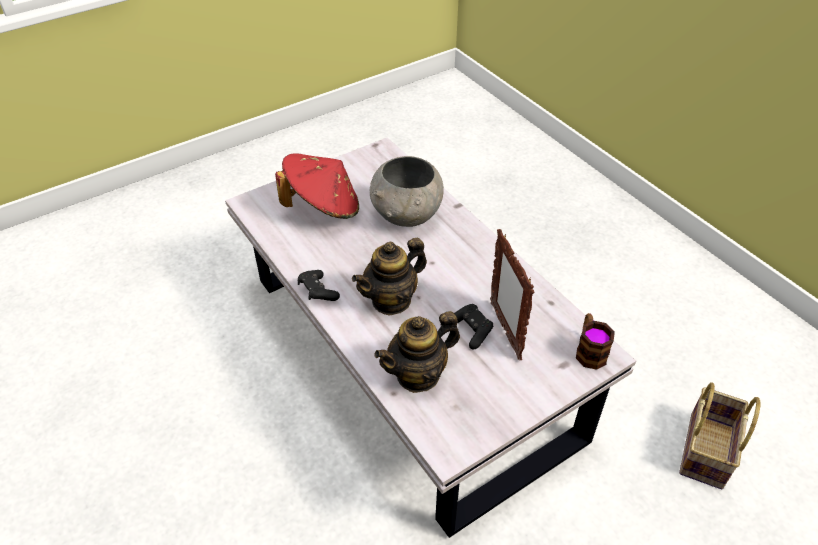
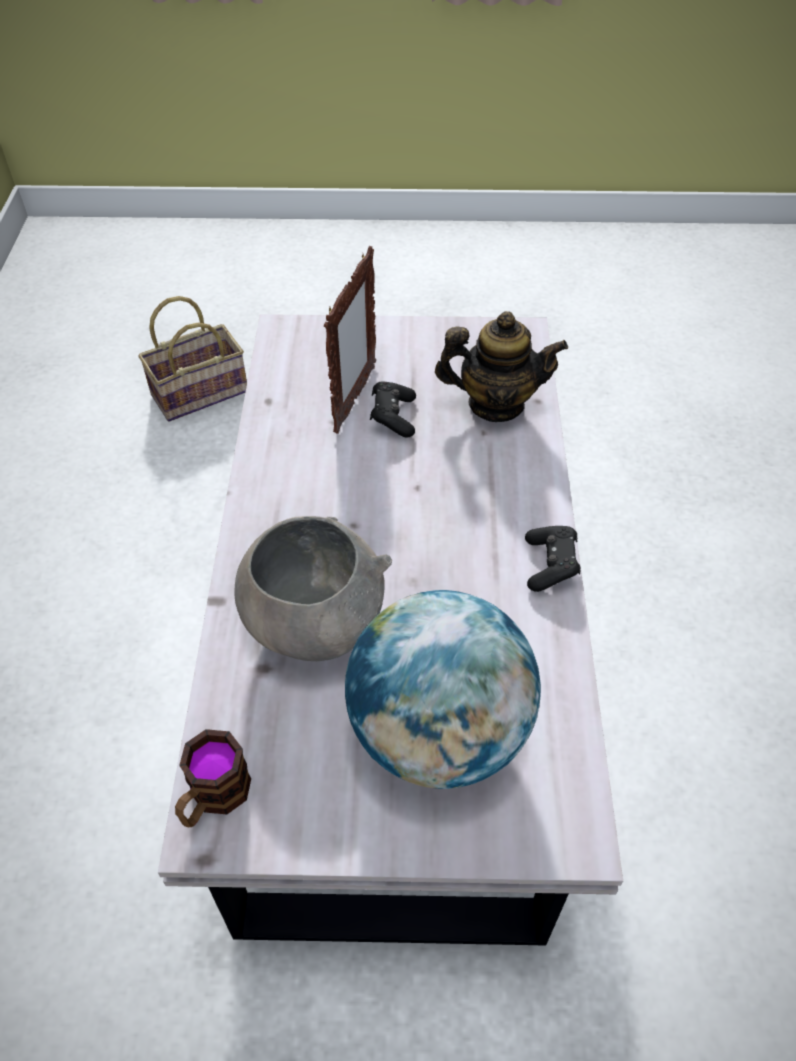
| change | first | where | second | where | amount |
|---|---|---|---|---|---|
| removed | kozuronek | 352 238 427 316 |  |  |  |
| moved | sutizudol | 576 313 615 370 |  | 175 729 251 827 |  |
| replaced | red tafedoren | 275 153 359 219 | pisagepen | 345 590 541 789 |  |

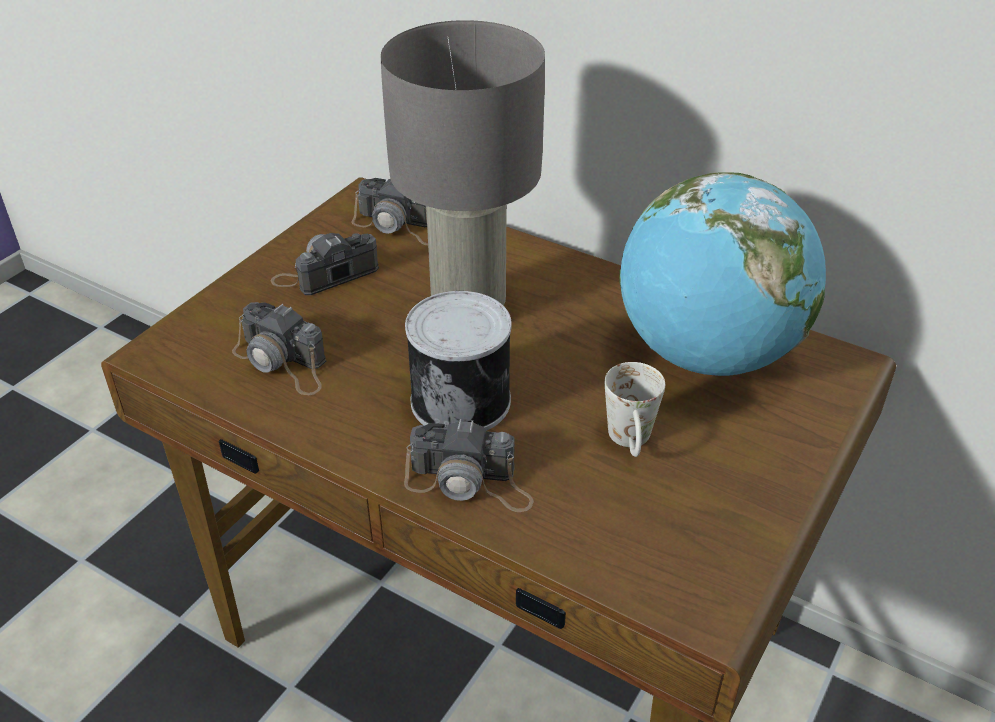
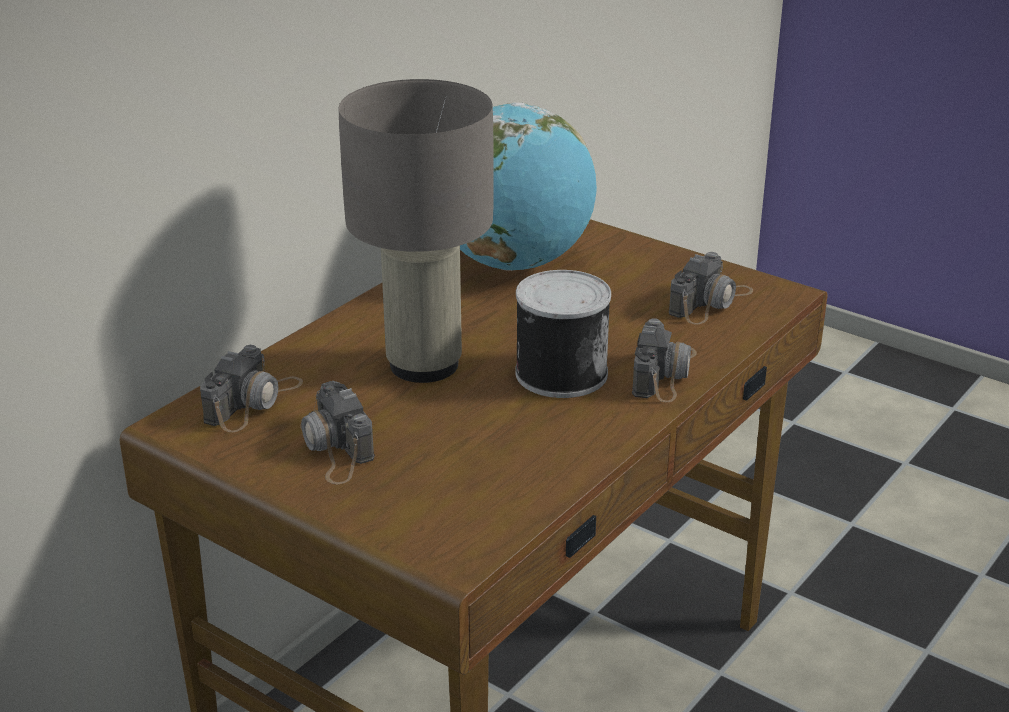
| change | first | where | second | where | amount |
|---|---|---|---|---|---|
| removed | white sutizudol | 605 362 665 457 |  |  |  |
| moved | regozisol | 232 302 326 395 |  | 669 252 753 325 |  |

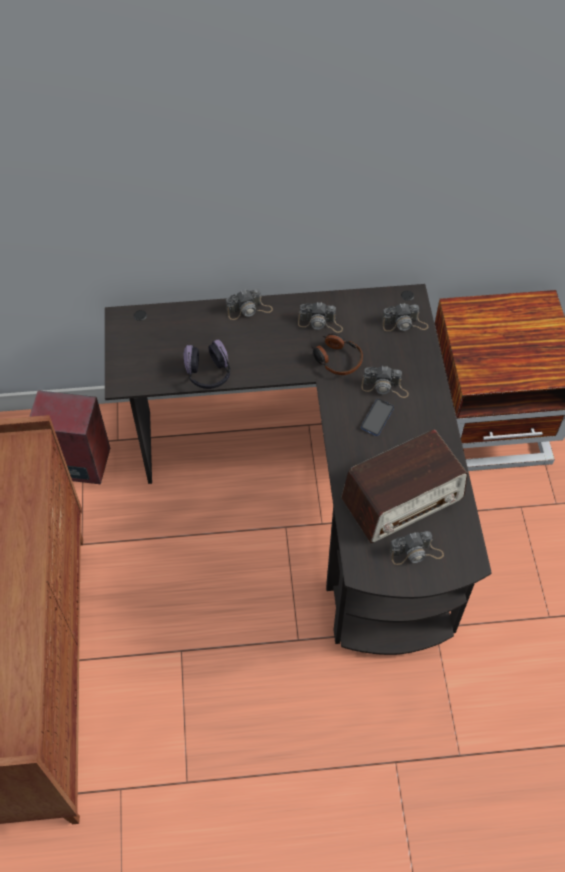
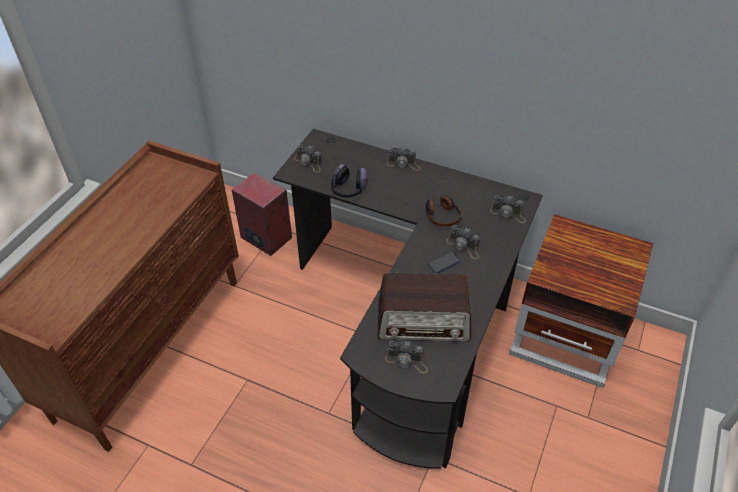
| change | first | where | second | where | amount |
|---|---|---|---|---|---|
| moved | regozisol | 298 302 343 333 |  | 294 144 322 173 |  |

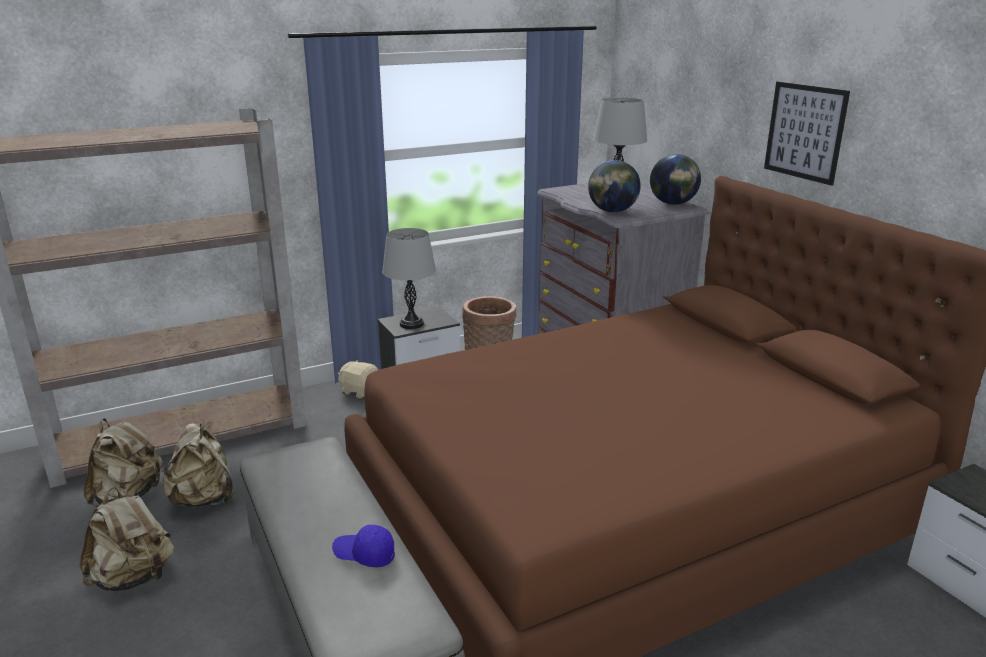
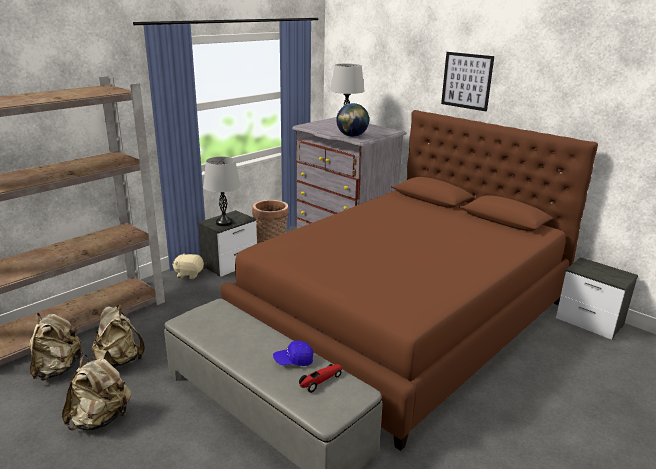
| change | first | where | second | where | amount |
|---|---|---|---|---|---|
| removed | pisagepen | 650 154 701 205 |  |  |  |
| added |  |  | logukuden | 299 364 342 393 |  |

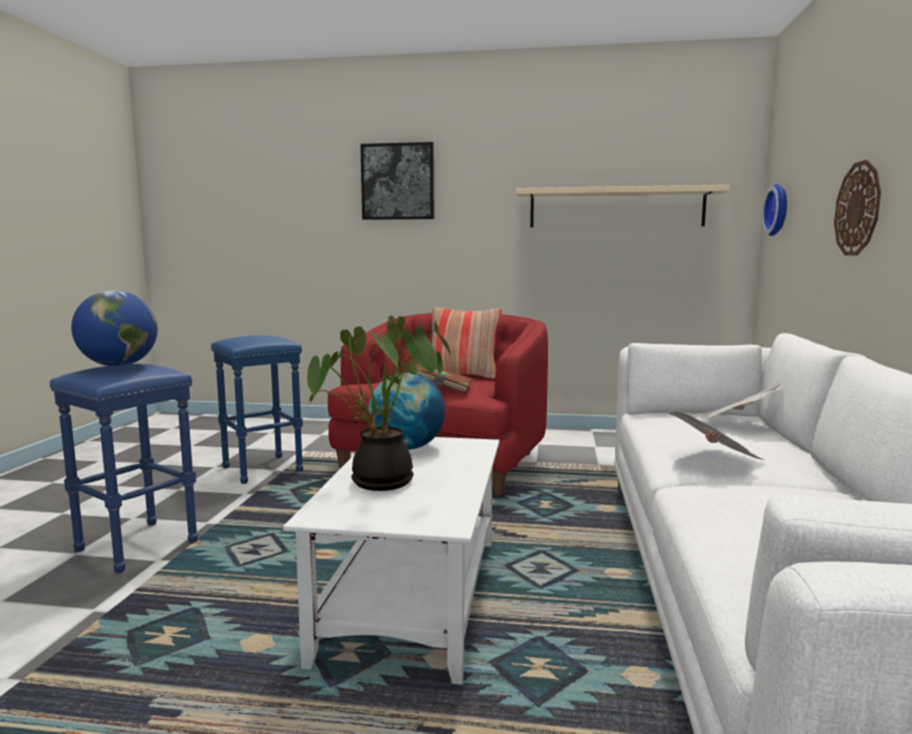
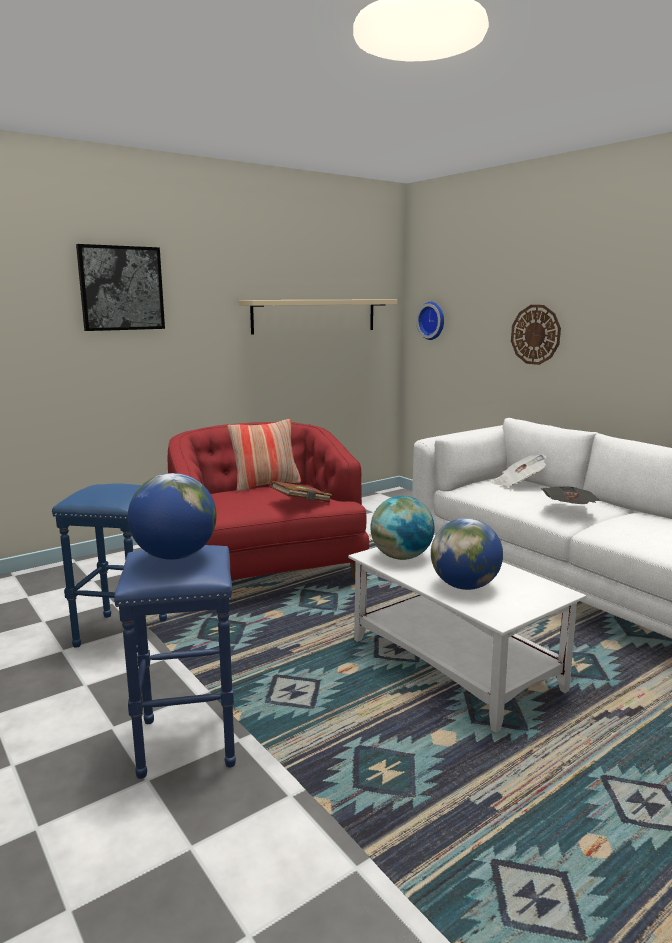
| change | first | where | second | where | amount |
|---|---|---|---|---|---|
| replaced | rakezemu | 307 315 451 491 | pisagepen | 431 518 503 590 |  |

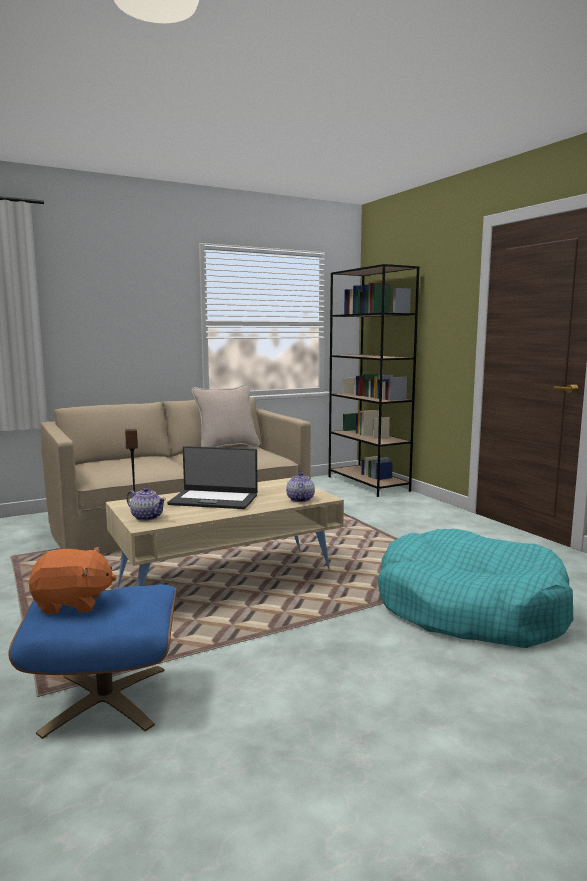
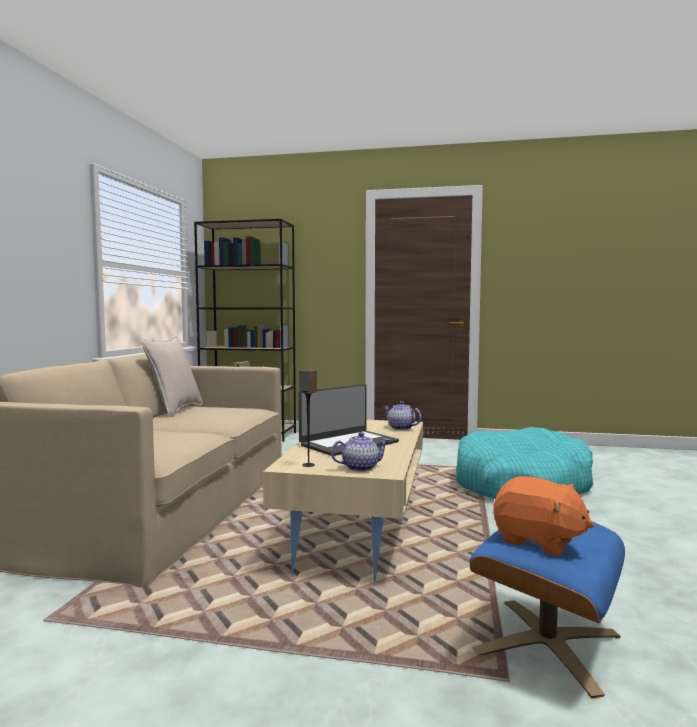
| change | first | where | second | where | amount |
|---|---|---|---|---|---|
| turned | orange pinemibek | 29 547 117 614 |  | 493 476 594 556 | 90 degrees clockwise |

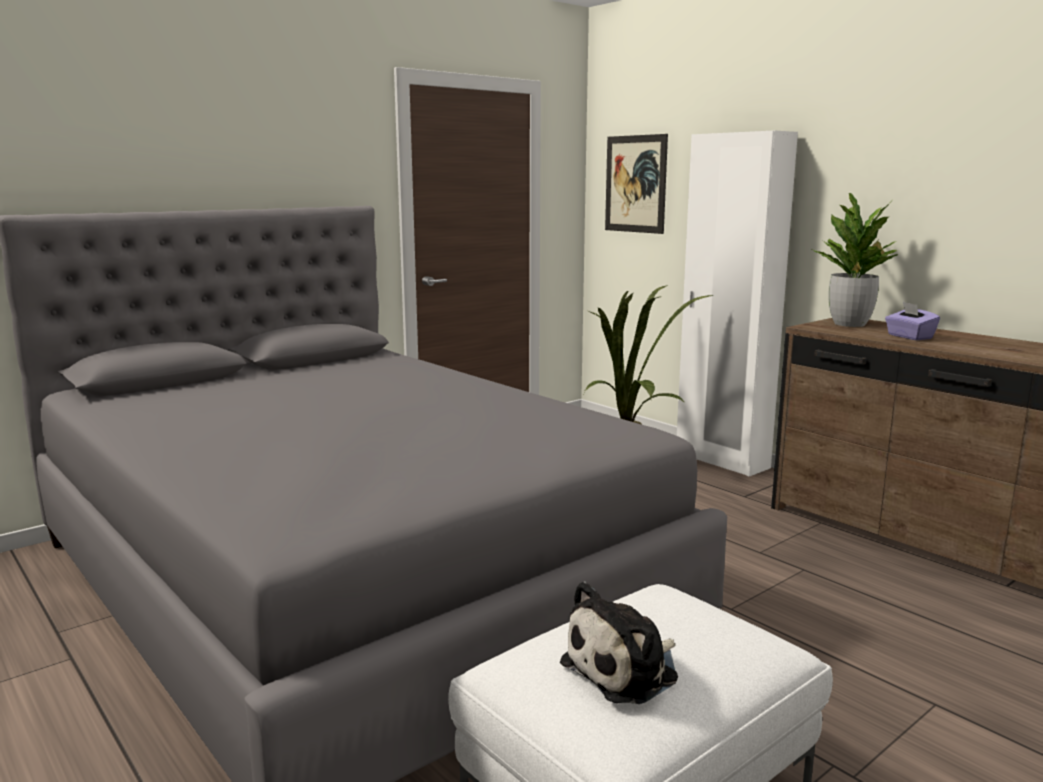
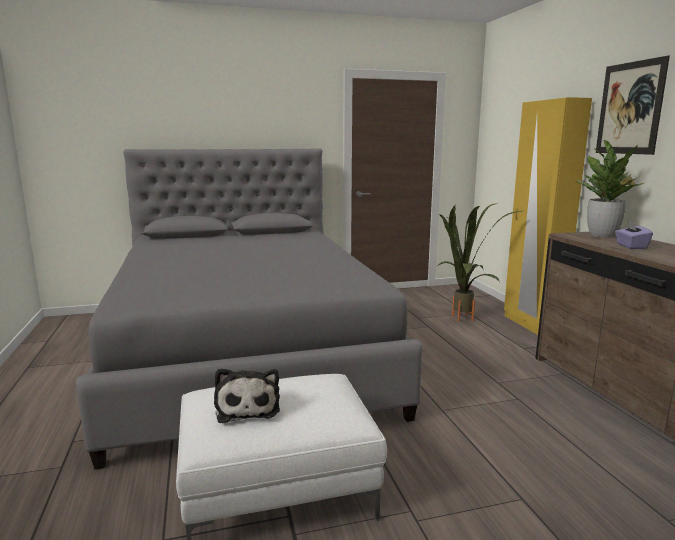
| change | first | where | second | where | amount |
|---|---|---|---|---|---|
| moved | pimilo | 605 134 668 234 |  | 596 55 670 155 |  |
| recoloured | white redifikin | 677 130 798 476 | yellow redifikin | 504 97 592 335 |  |
| turned | pinemibek | 560 581 678 704 |  | 214 368 280 423 | 90 degrees counterclockwise |

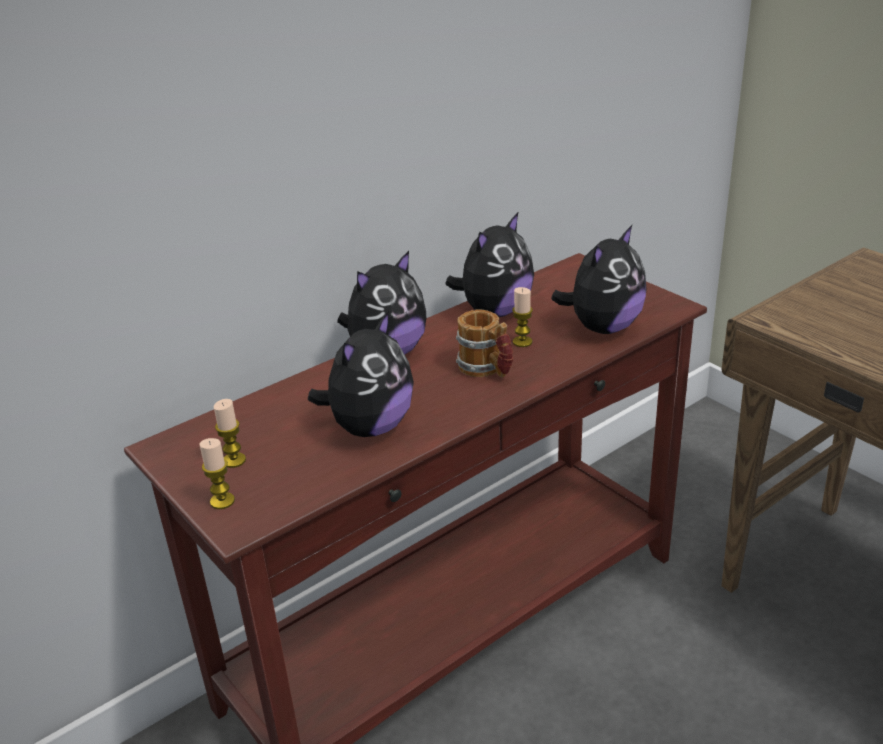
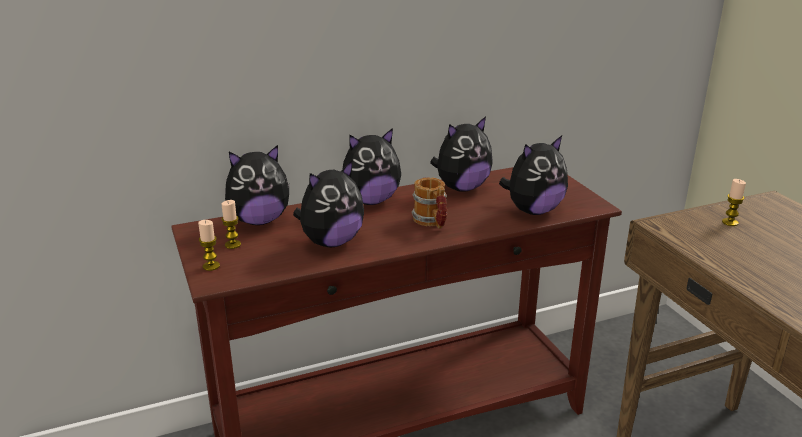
| change | first | where | second | where | amount |
|---|---|---|---|---|---|
| added |  |  | pinemibek | 225 145 290 225 |  |
| moved | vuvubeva | 512 287 533 347 |  | 722 179 746 226 |  |

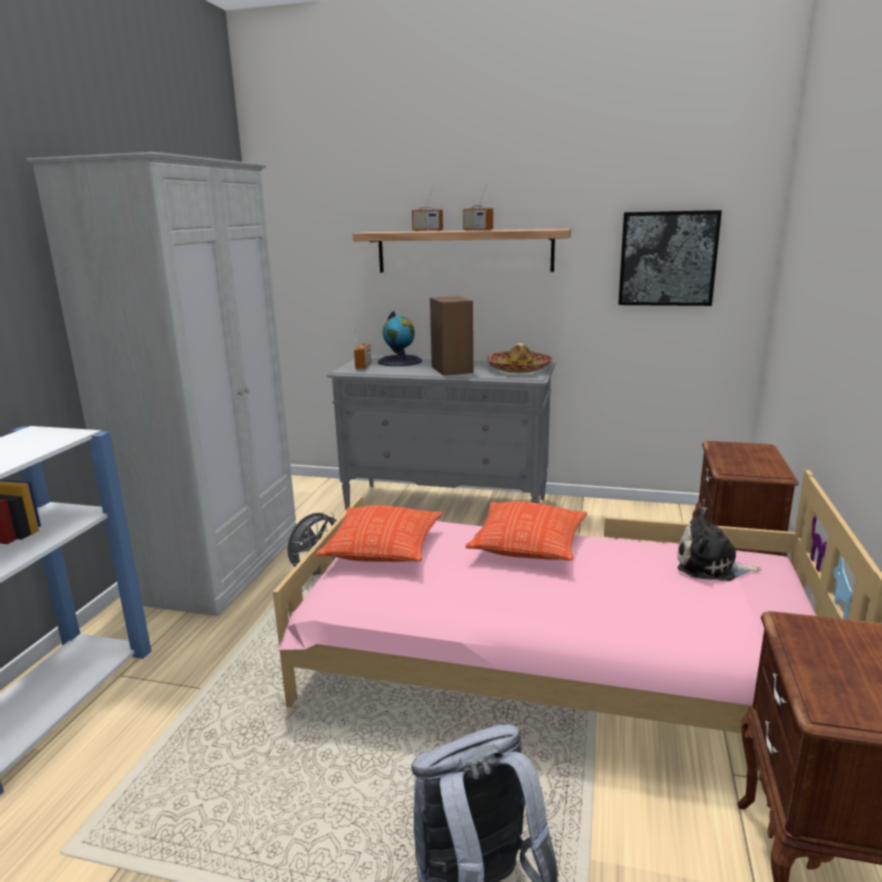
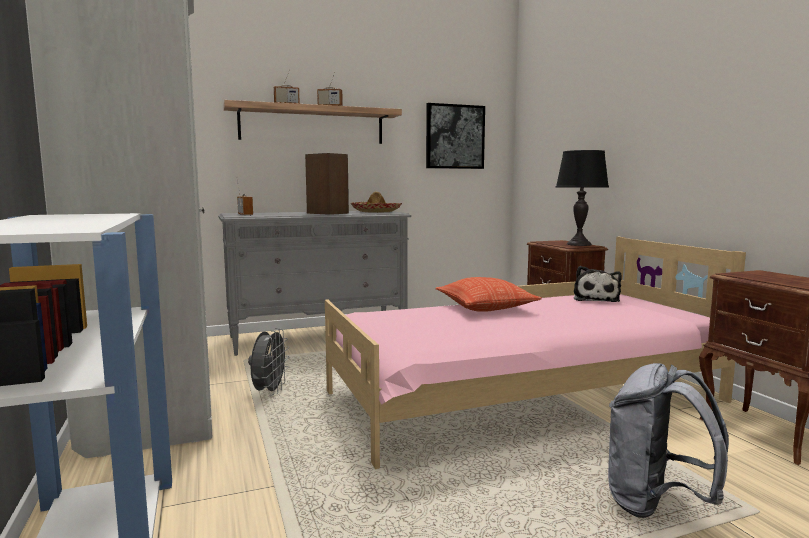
| change | first | where | second | where | amount |
|---|---|---|---|---|---|
| removed | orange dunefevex | 316 505 442 562 |  |  |  |
| removed | pisagepen | 378 311 422 366 |  |  |  |
| added |  |  | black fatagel | 556 150 609 246 |  |
| turned | pinemibek | 678 508 761 581 |  | 574 266 622 302 | 60 degrees counterclockwise |

